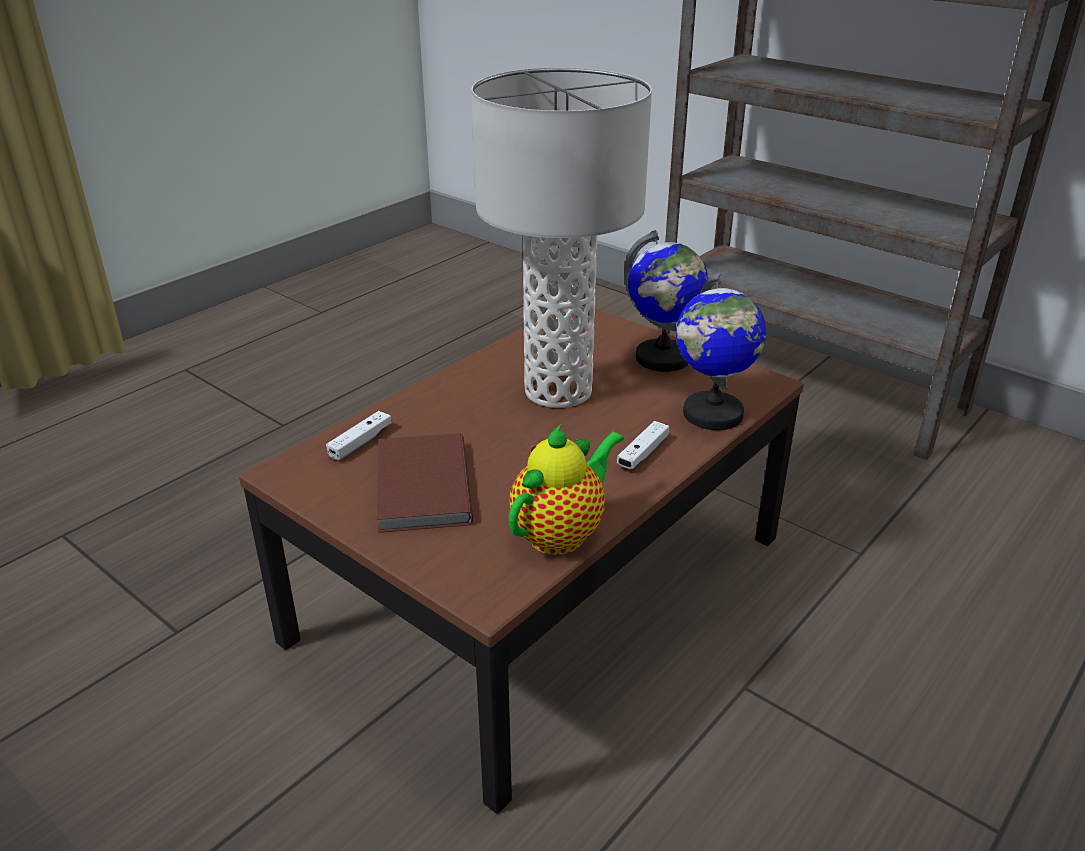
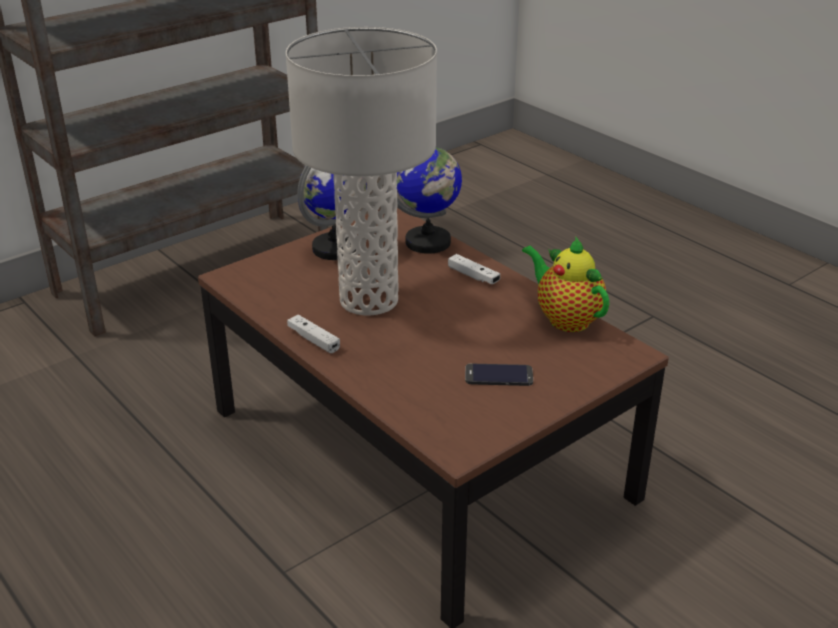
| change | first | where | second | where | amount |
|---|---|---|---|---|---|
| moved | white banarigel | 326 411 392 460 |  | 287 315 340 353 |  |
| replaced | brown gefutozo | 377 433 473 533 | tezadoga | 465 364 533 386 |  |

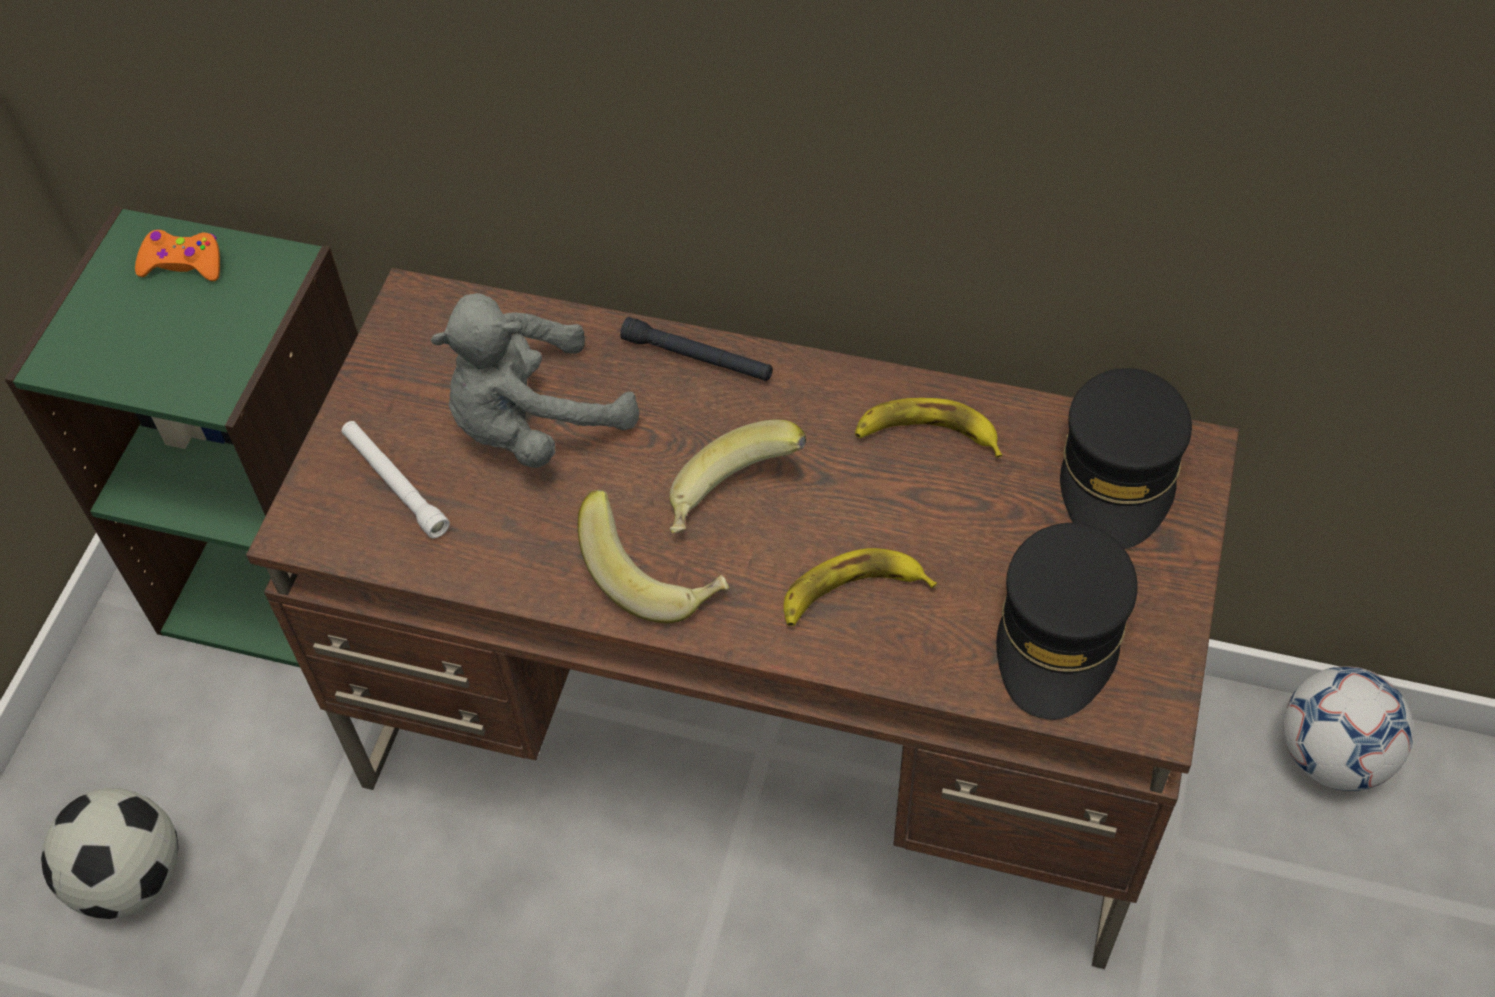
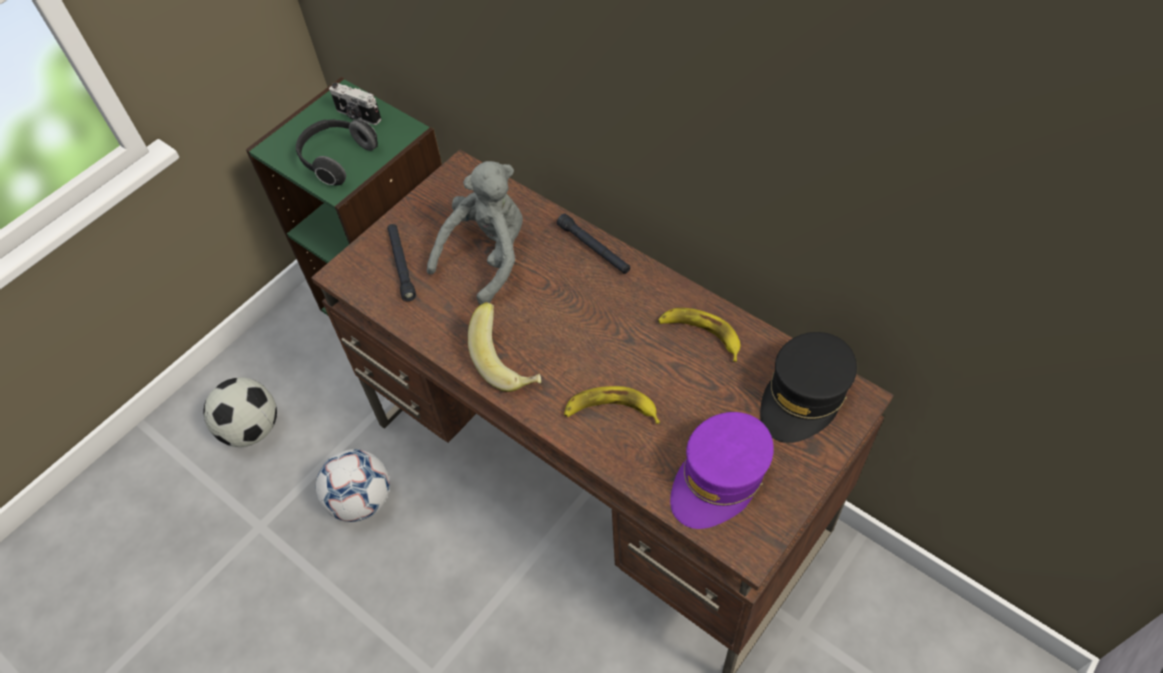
| change | first | where | second | where | amount |
|---|---|---|---|---|---|
| removed | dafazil | 669 420 806 533 |  |  |  |
| added |  |  | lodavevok | 296 119 378 186 |  |
| moved | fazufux | 1283 666 1414 791 |  | 316 449 390 522 |  |
| replaced | orange banarigel | 135 230 220 281 | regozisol | 329 83 382 125 |  |
| recoloured | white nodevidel | 342 421 450 539 | black nodevidel | 387 224 416 301 |  |
| recoloured | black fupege | 996 523 1138 720 | purple fupege | 670 412 774 529 |  |
| turned | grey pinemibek | 431 293 639 468 |  | 427 161 523 305 | 135 degrees clockwise |

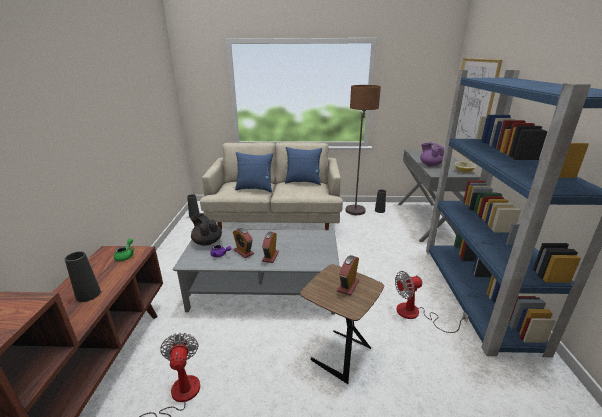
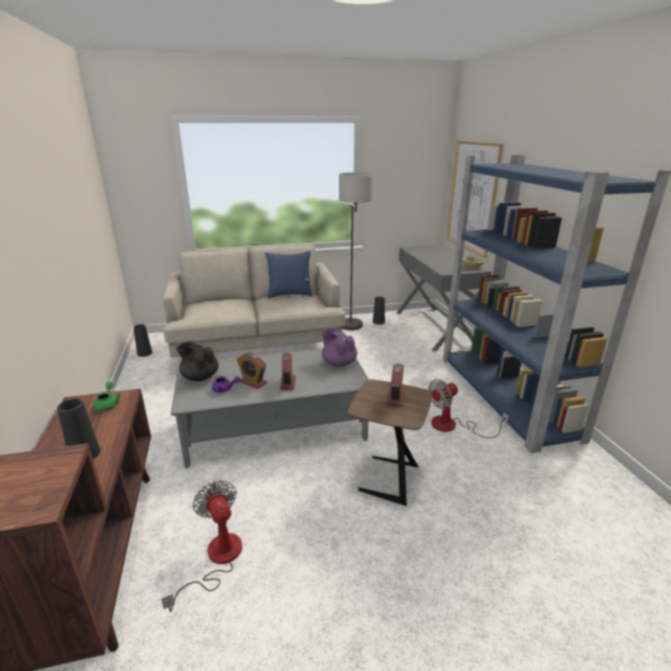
| change | first | where | second | where | amount |
|---|---|---|---|---|---|
| removed | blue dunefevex | 235 152 273 193 |  |  |  |
| moved | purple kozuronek | 420 143 444 166 |  | 321 328 357 367 |  |
| recoloured | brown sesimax | 346 85 381 215 | grey sesimax | 339 172 374 330 |  |

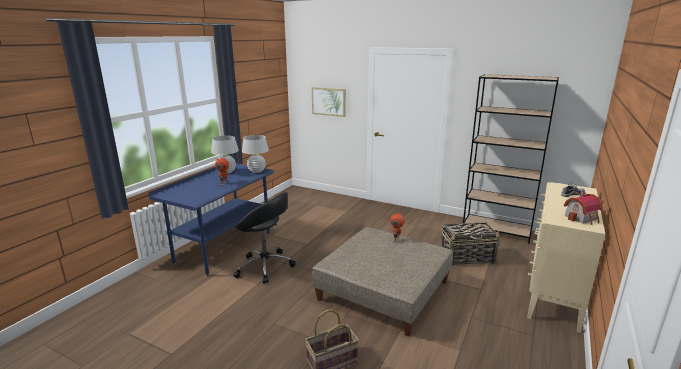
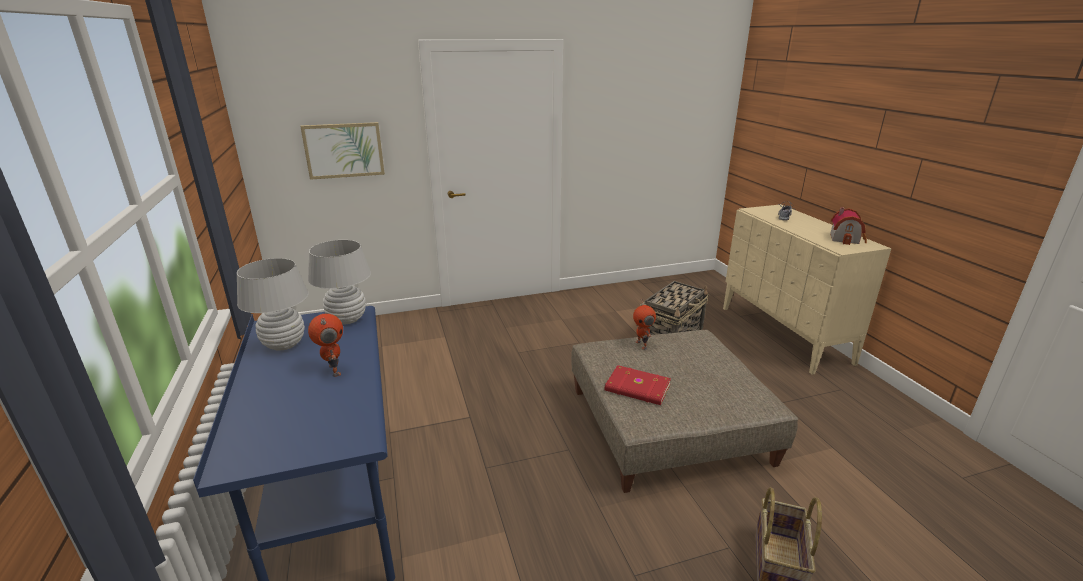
| change | first | where | second | where | amount |
|---|---|---|---|---|---|
| removed | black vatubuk | 233 192 296 284 |  |  |  |
| removed | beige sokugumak | 463 74 559 244 |  |  |  |
| added |  |  | red gefutozo | 605 365 671 405 |  |

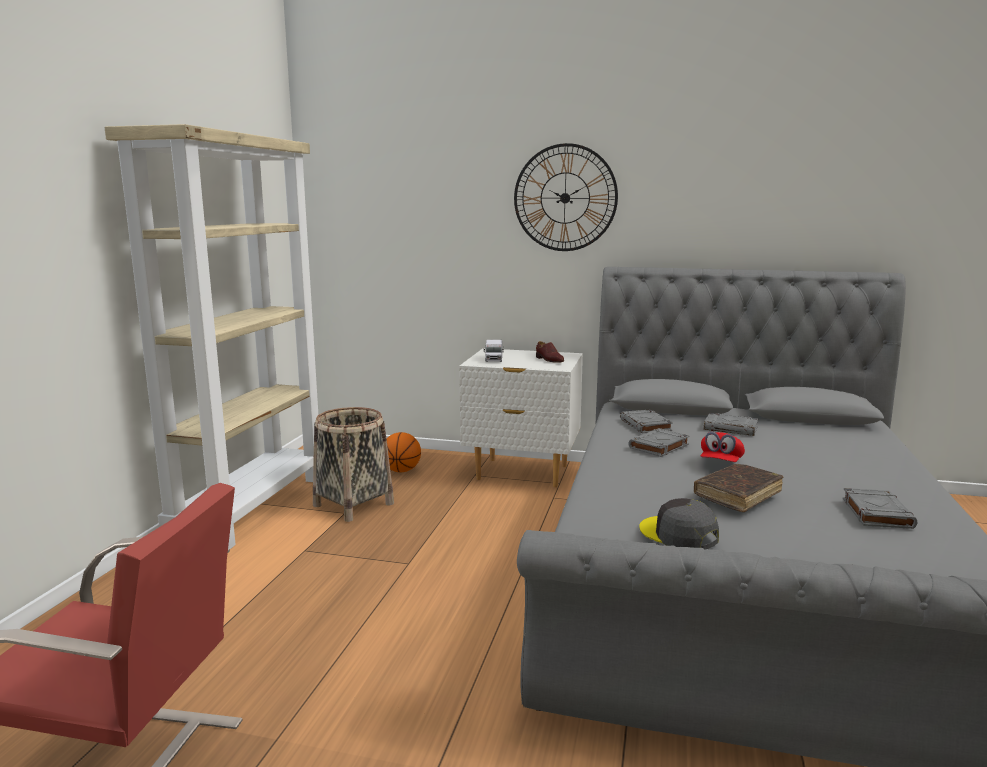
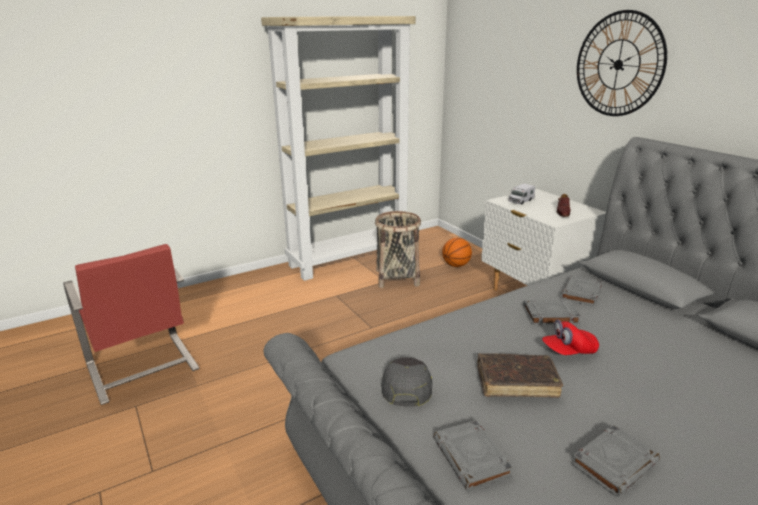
| change | first | where | second | where | amount |
|---|---|---|---|---|---|
| moved | grey gefutozo | 704 413 758 436 |  | 434 420 514 492 |  |

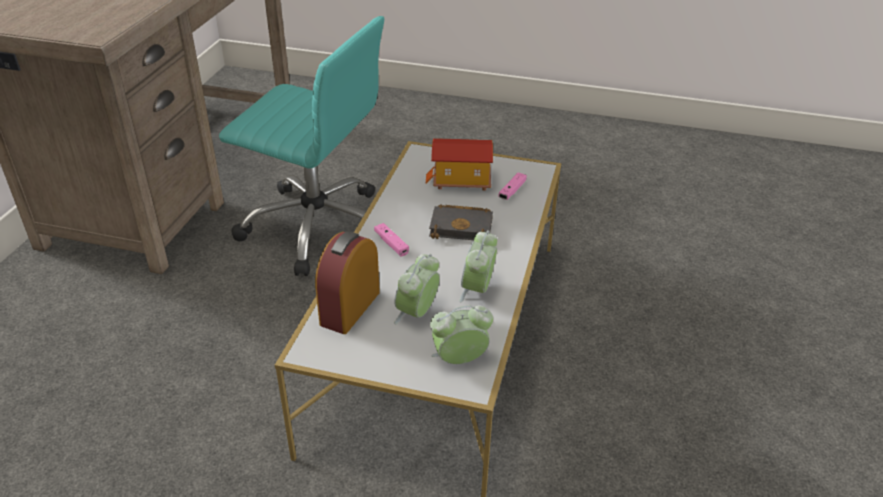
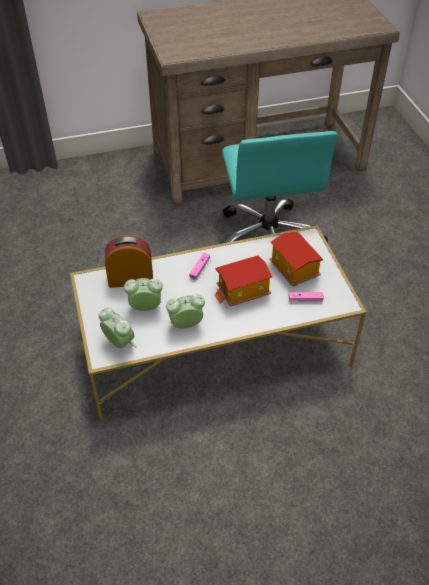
| change | first | where | second | where | amount |
|---|---|---|---|---|---|
| replaced | black gefutozo | 429 204 493 240 | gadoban | 215 255 272 307 |  |

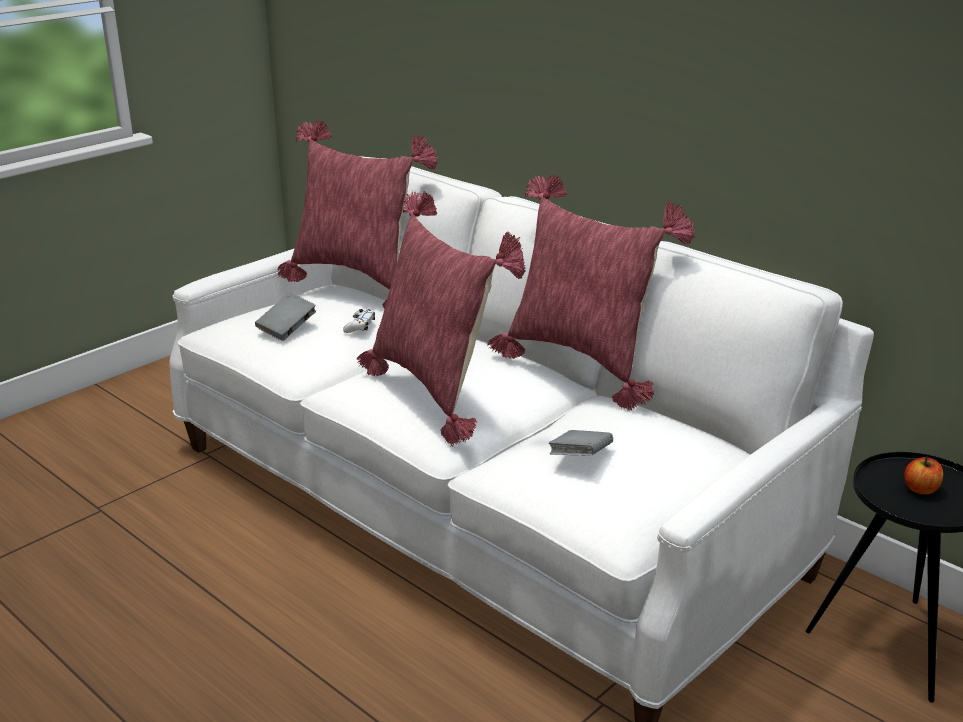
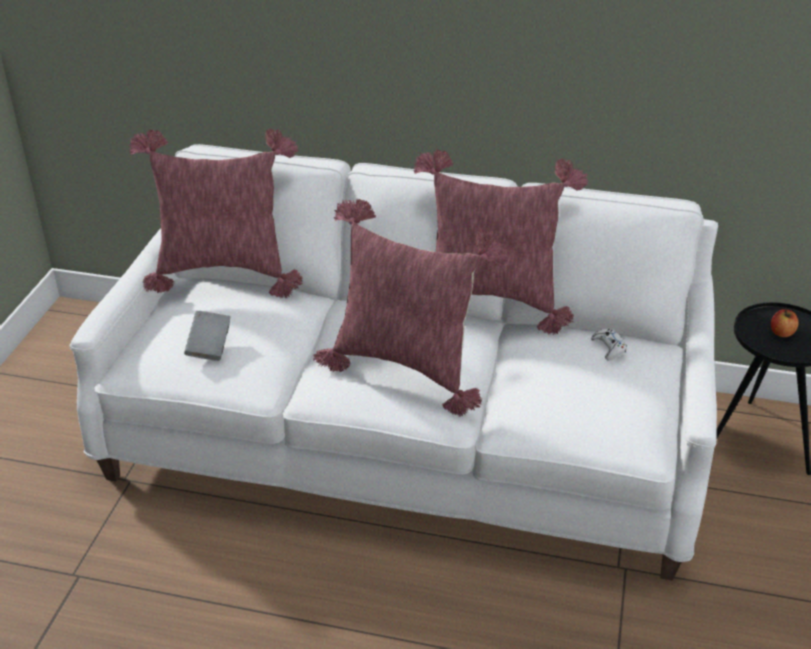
| change | first | where | second | where | amount |
|---|---|---|---|---|---|
| removed | grey gefutozo | 549 430 613 456 |  |  |  |
| moved | white banarigel | 343 308 375 333 |  | 591 329 627 361 |  |

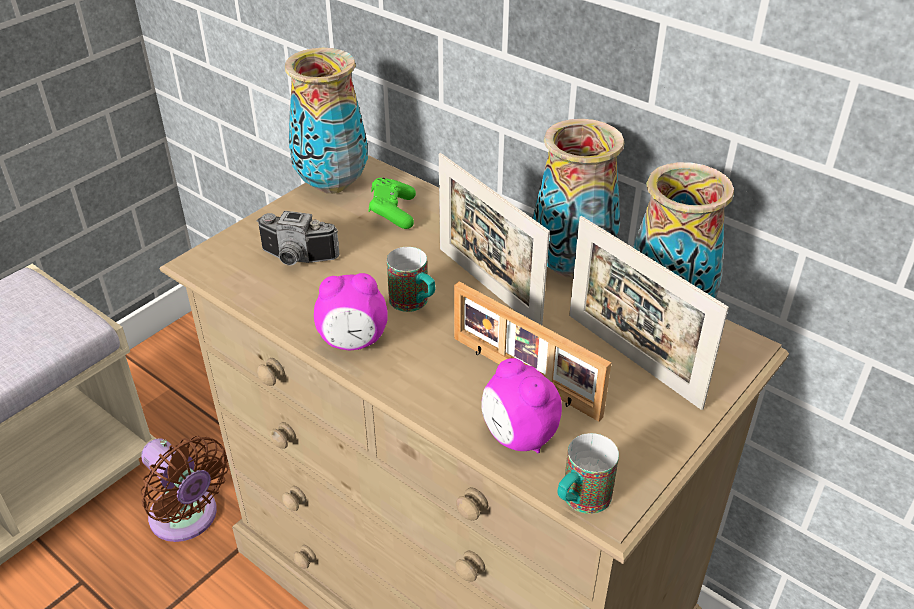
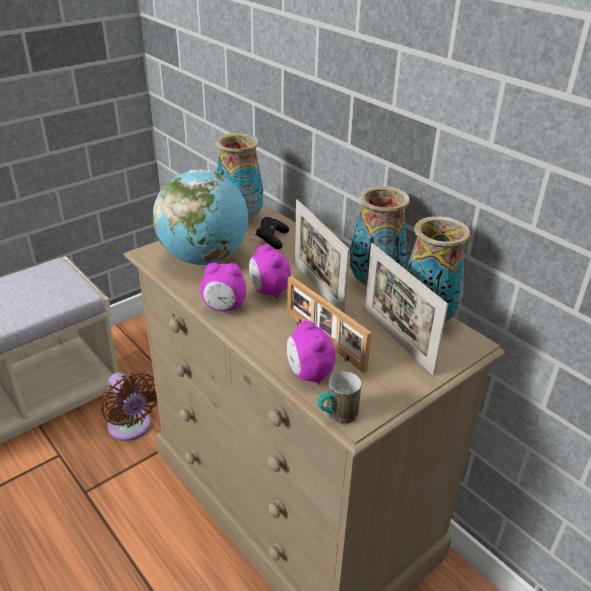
| change | first | where | second | where | amount |
|---|---|---|---|---|---|
| replaced | regozisol | 256 211 339 265 | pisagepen | 153 170 248 265 |  |
| replaced | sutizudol | 387 247 435 312 | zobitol | 249 244 291 299 |  |
| recoloured | green banarigel | 368 178 416 229 | black banarigel | 256 217 289 249 |  |

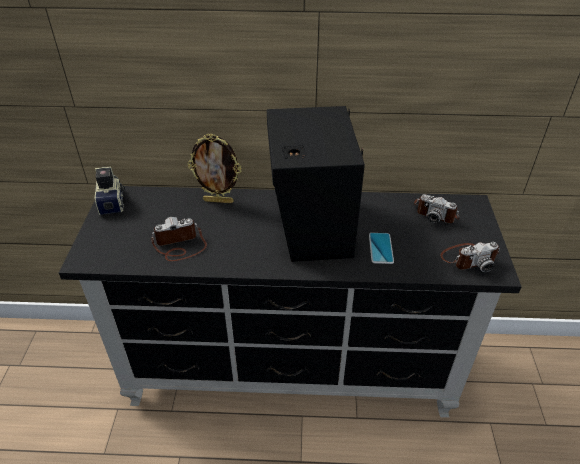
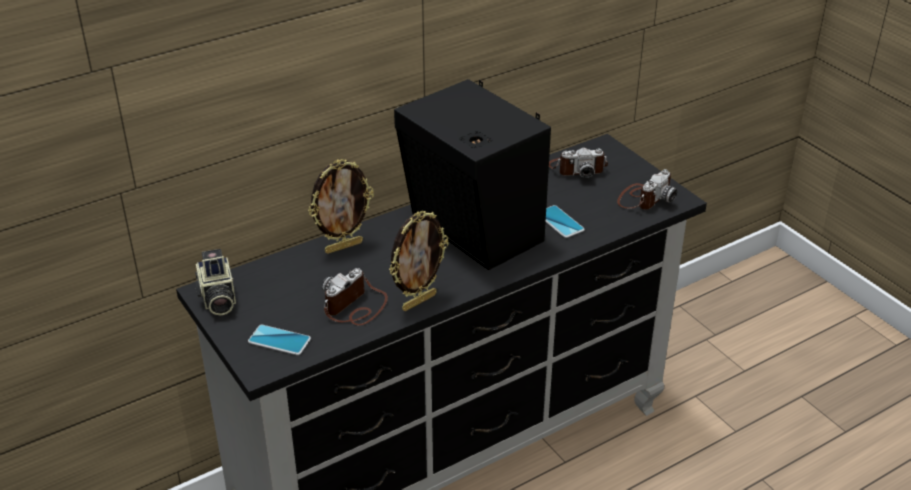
| change | first | where | second | where | amount |
|---|---|---|---|---|---|
| added |  |  | tezadoga | 248 325 311 355 |  |
| added |  |  | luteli | 389 211 449 311 |  |
| turned | regozisol | 95 166 125 215 |  | 195 249 236 316 | 150 degrees counterclockwise |

